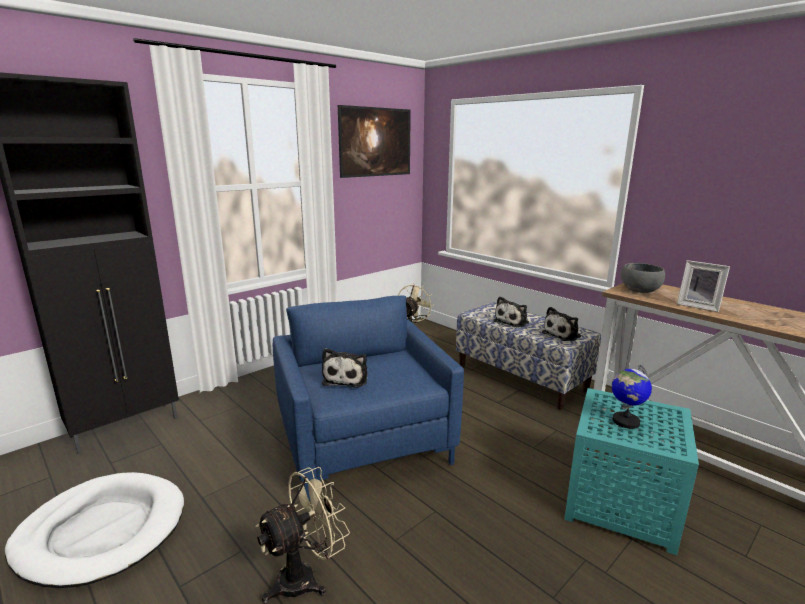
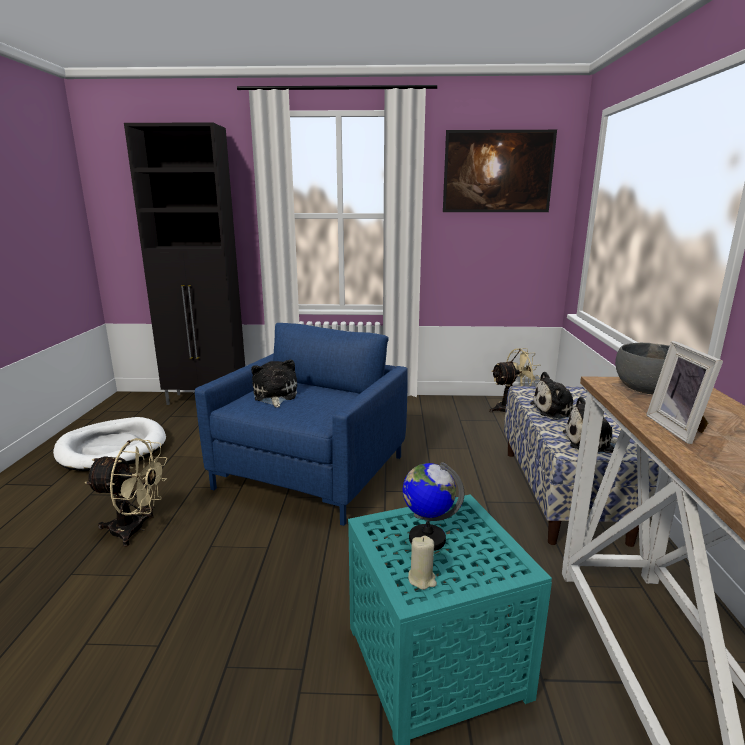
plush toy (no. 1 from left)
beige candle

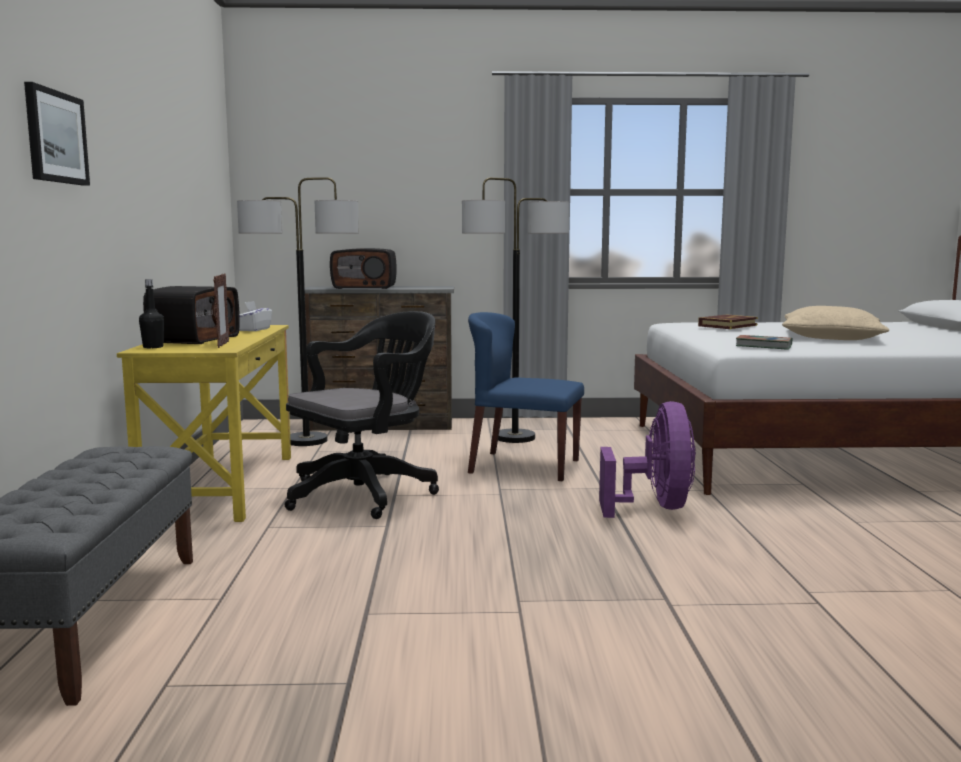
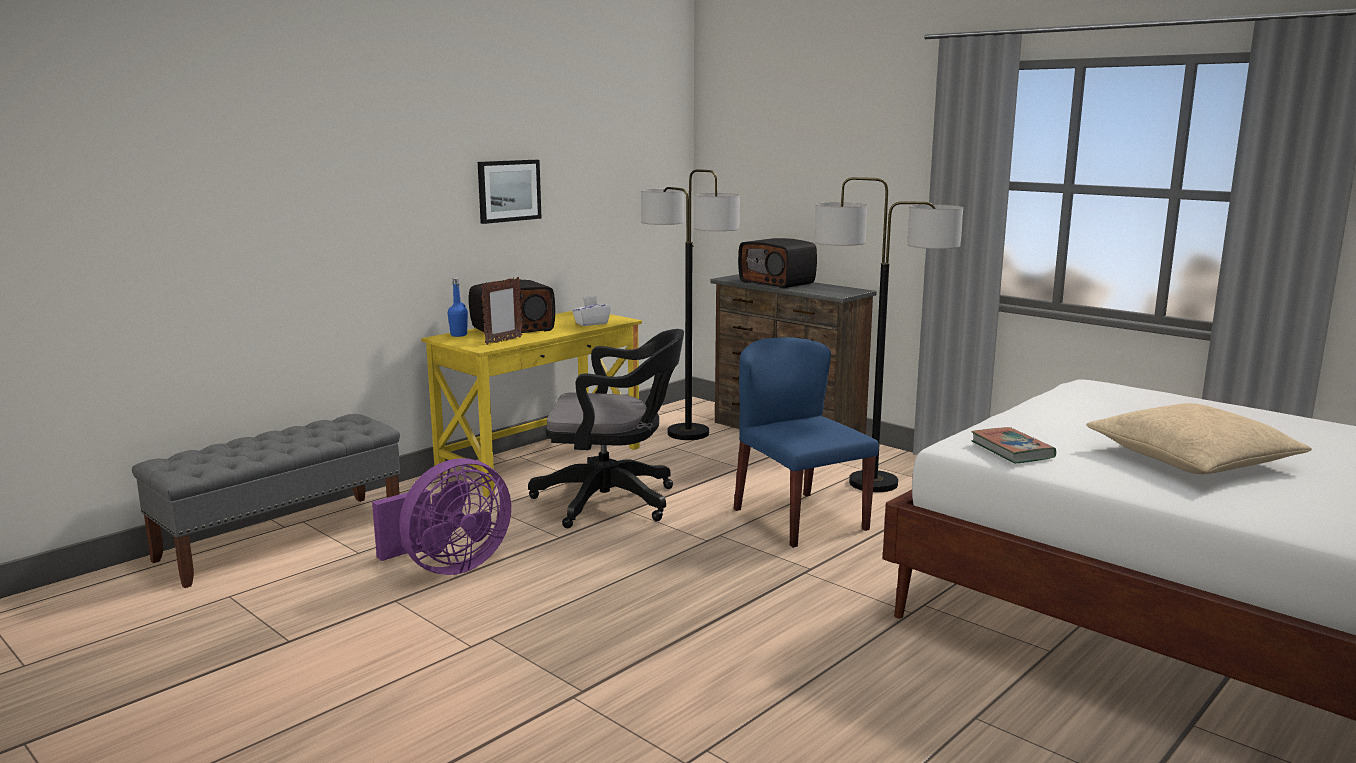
picture
blue bottle
book (no. 1 from left in the first image)
purple fan

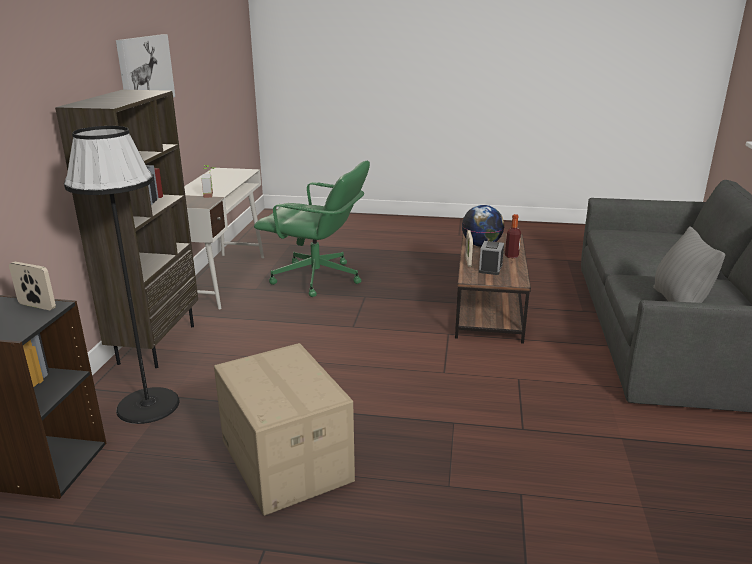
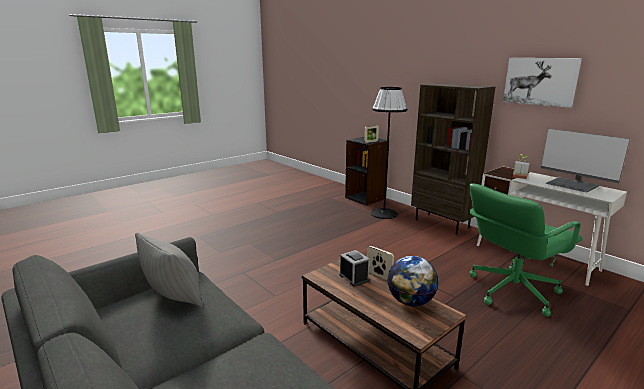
bottle
cardboard box
monitor

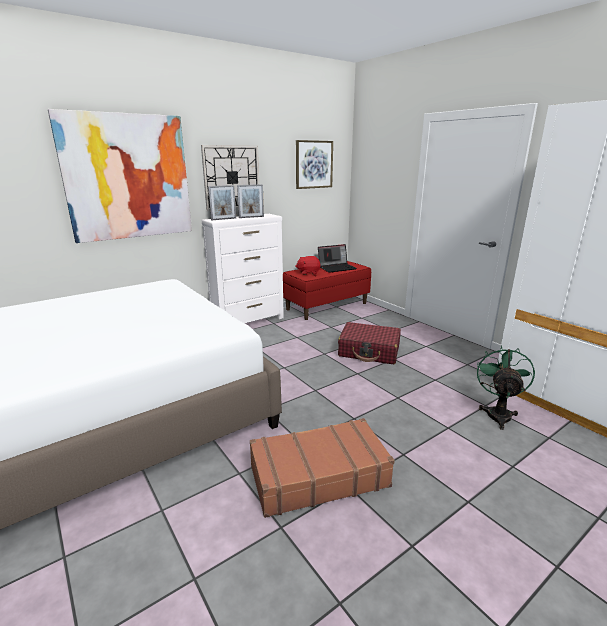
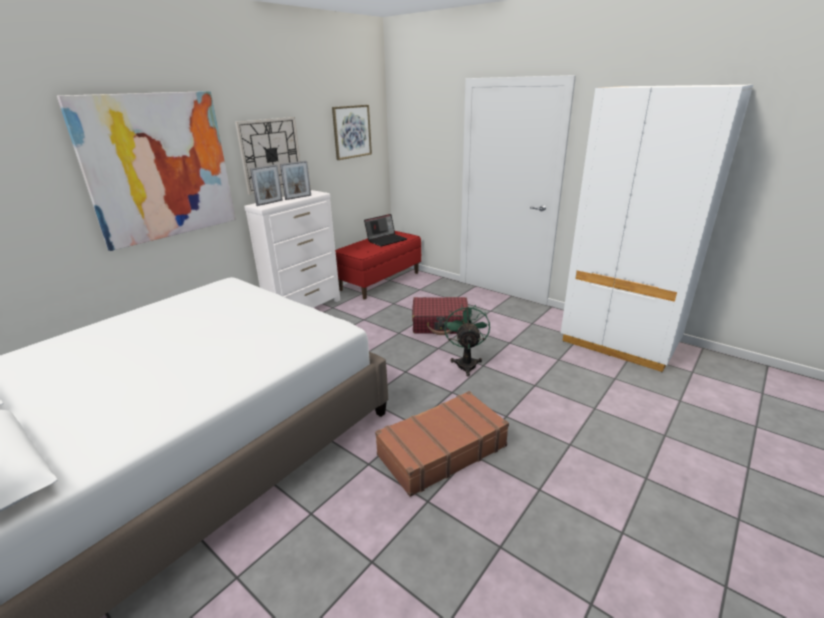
red plush toy
green fan

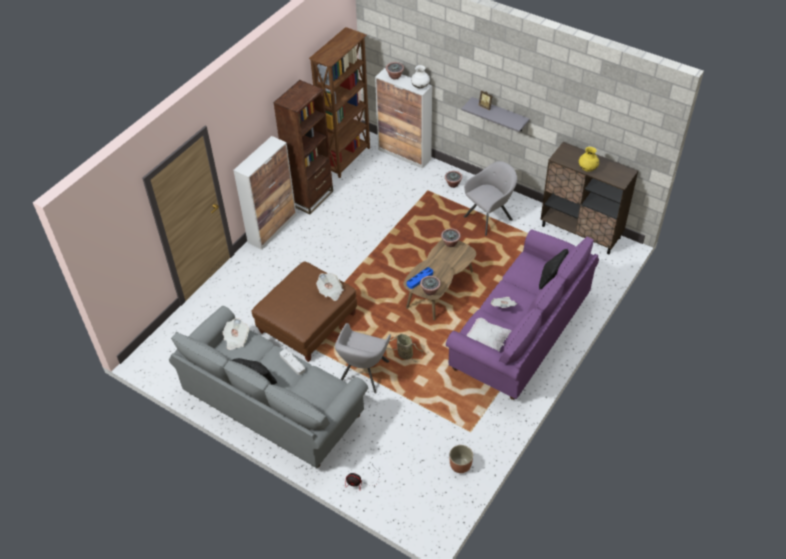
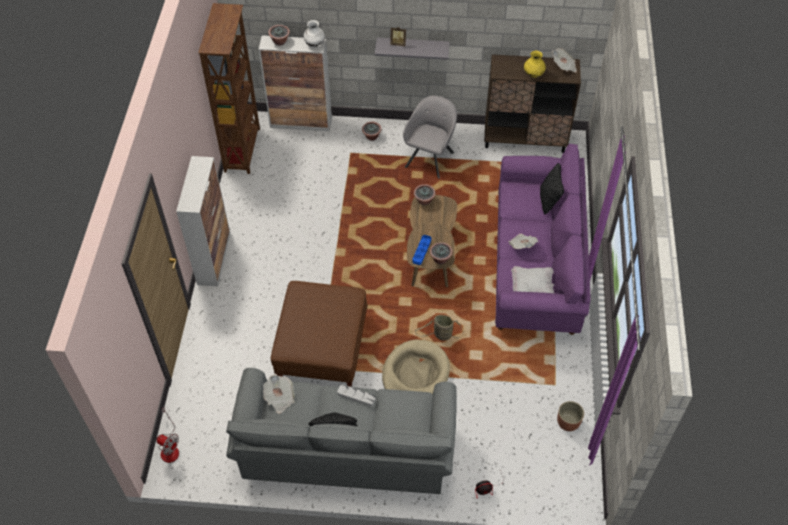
brown bookcase (no. 1 from left in the first image)
newspaper (no. 3 from left)
beige dog bed
fan (no. 1 from left)

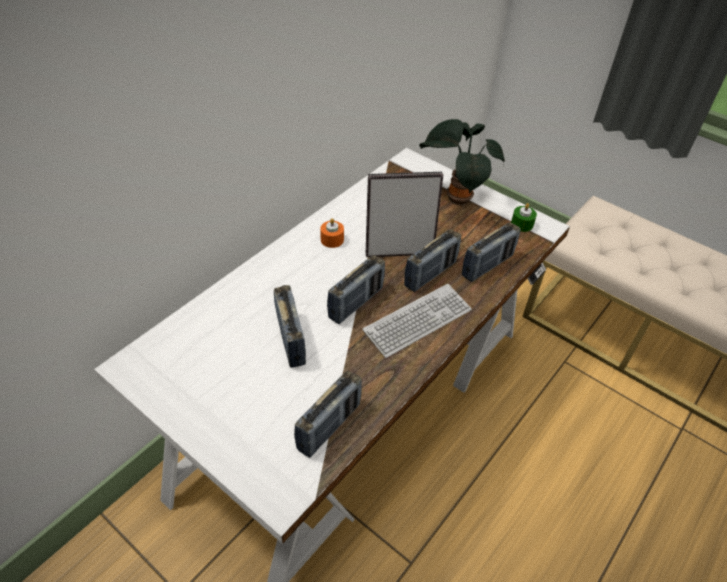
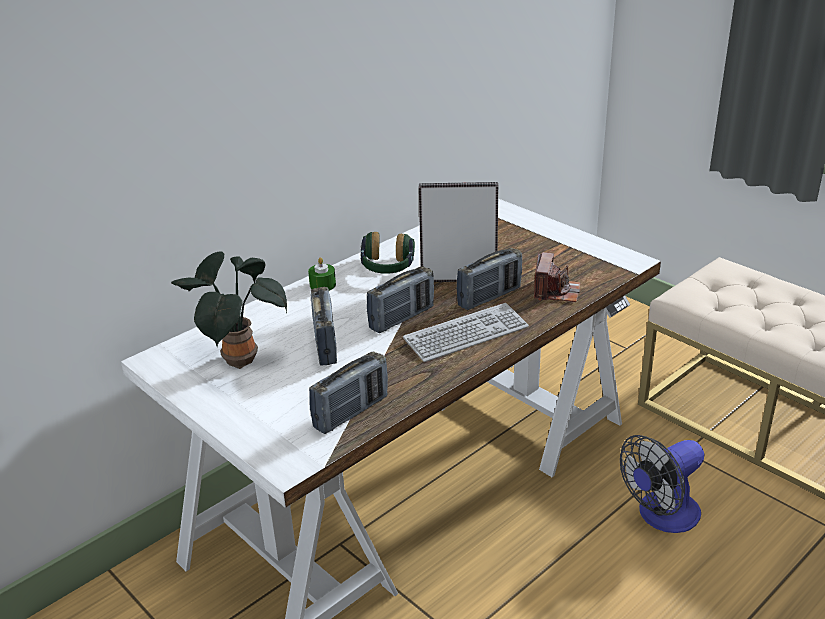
potted plant
green candle
headphones
photo camera
fan

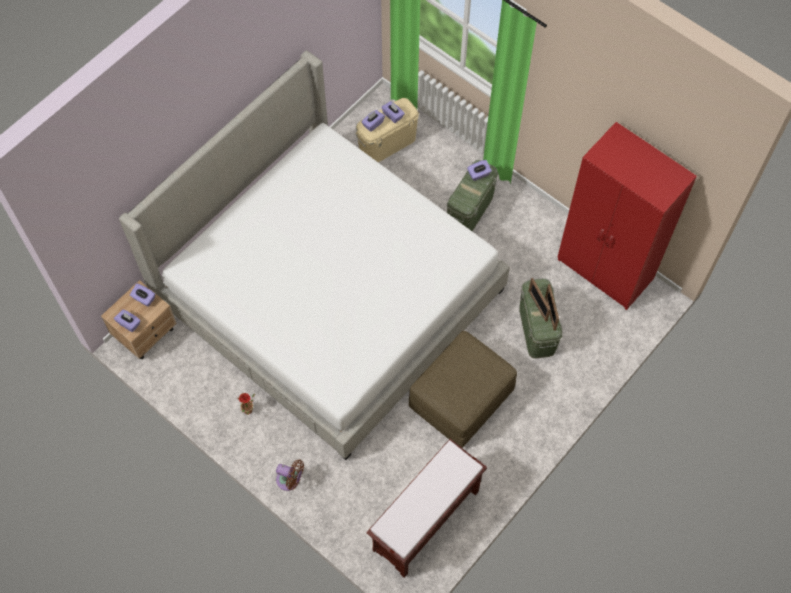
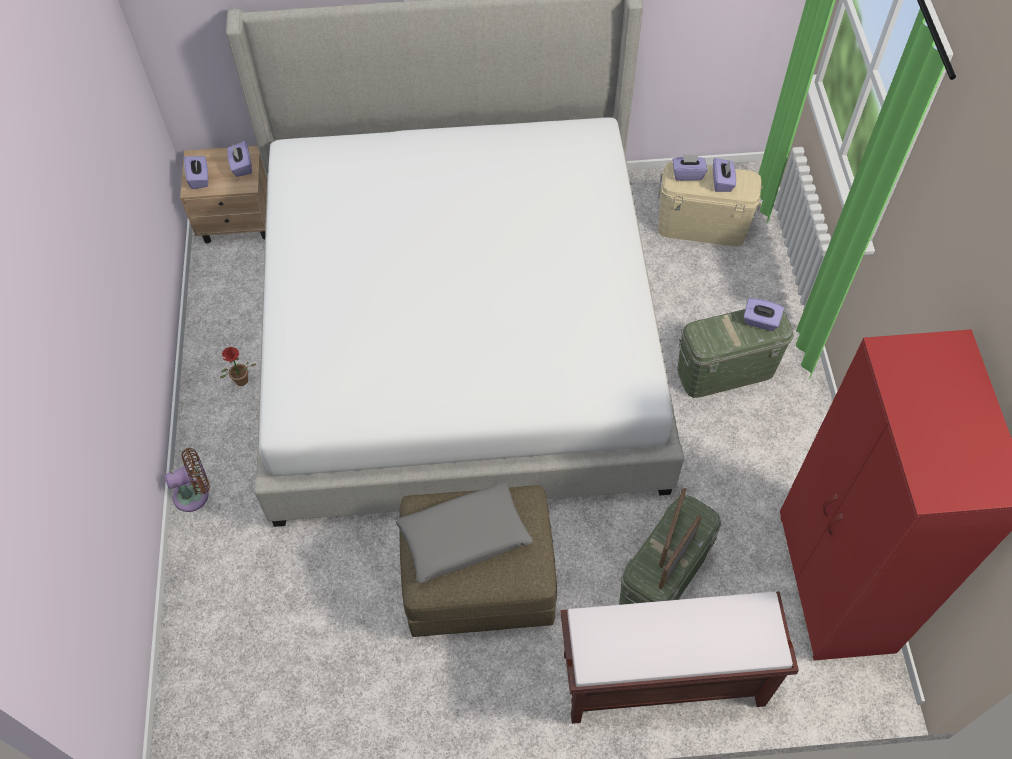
brown bench
brown fan
grey pillow

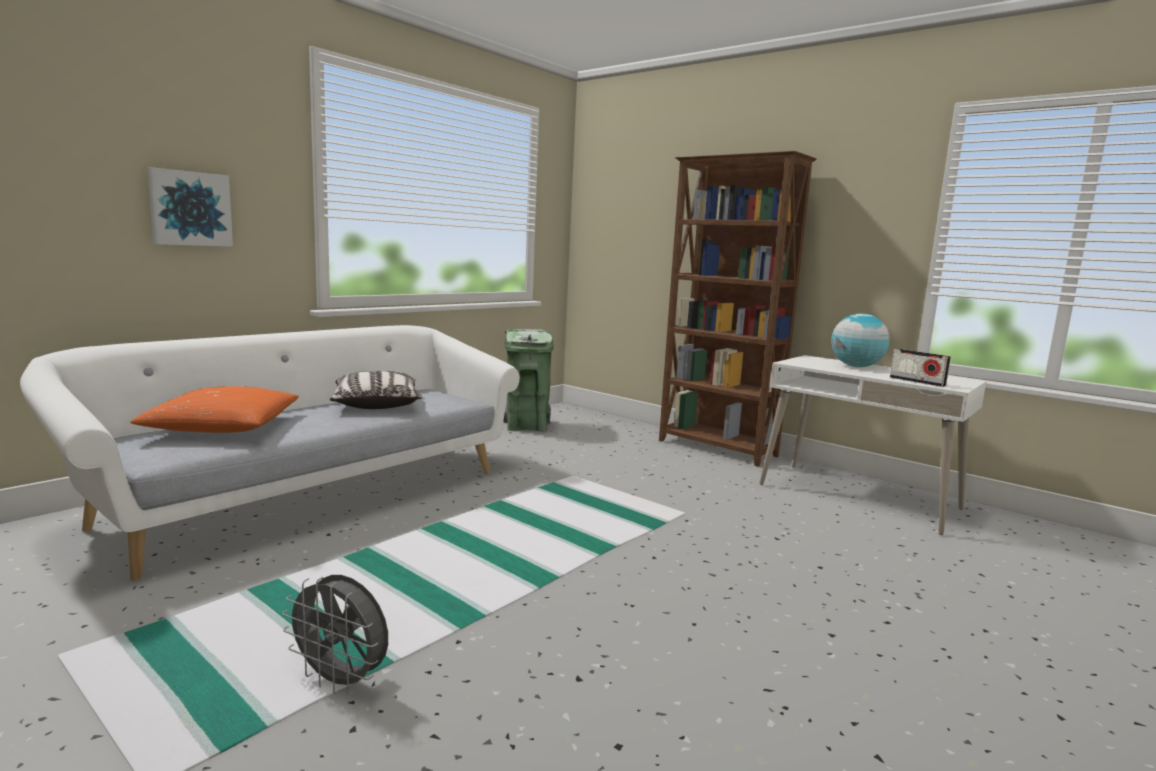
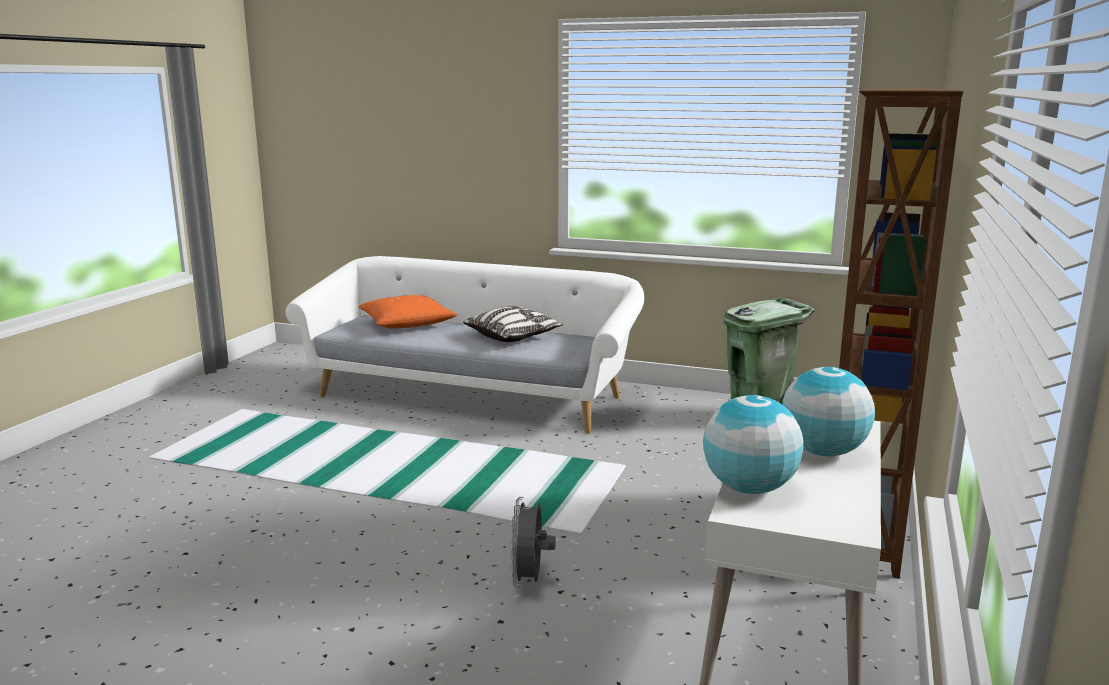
picture
globe (no. 1 from left)
grey fan

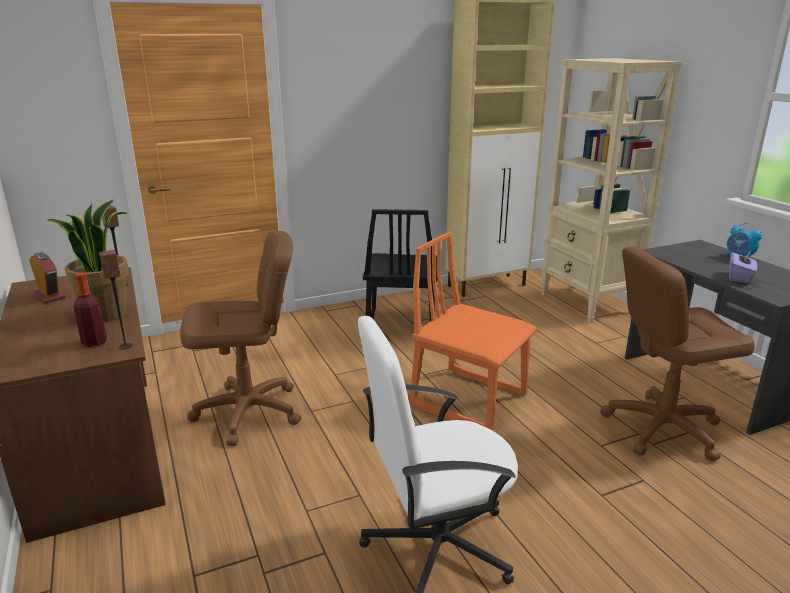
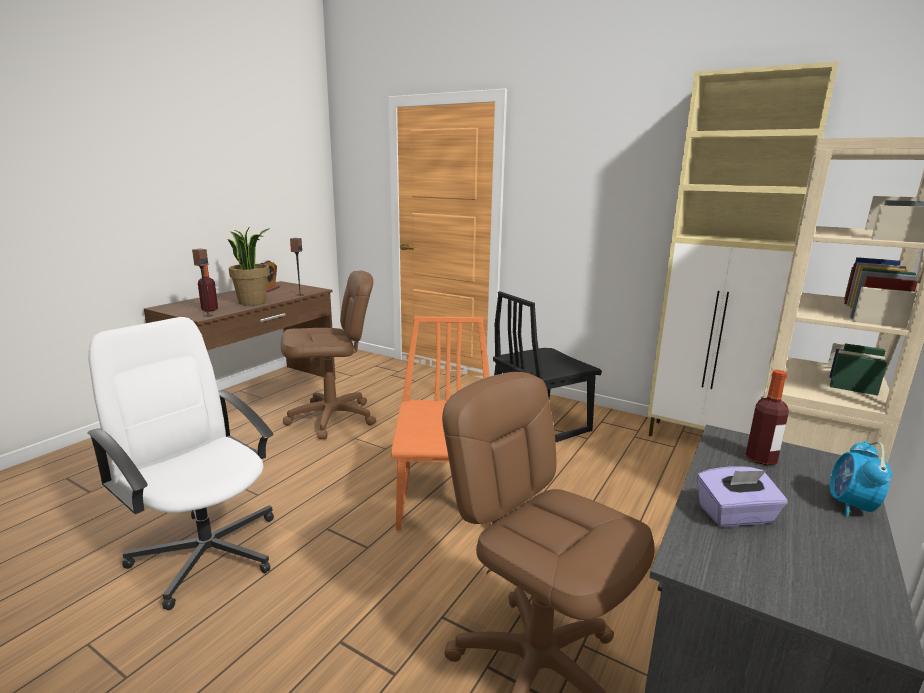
brown office chair (no. 1 from left)
bottle (no. 2 from left)

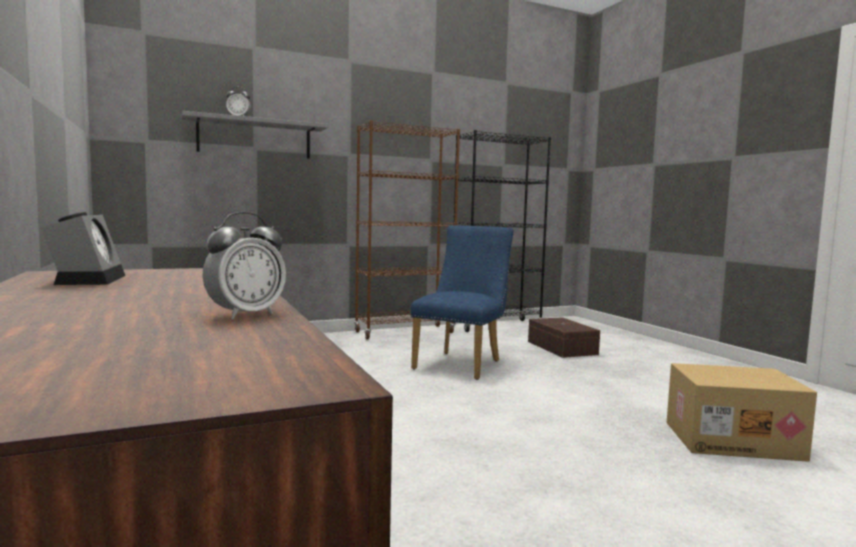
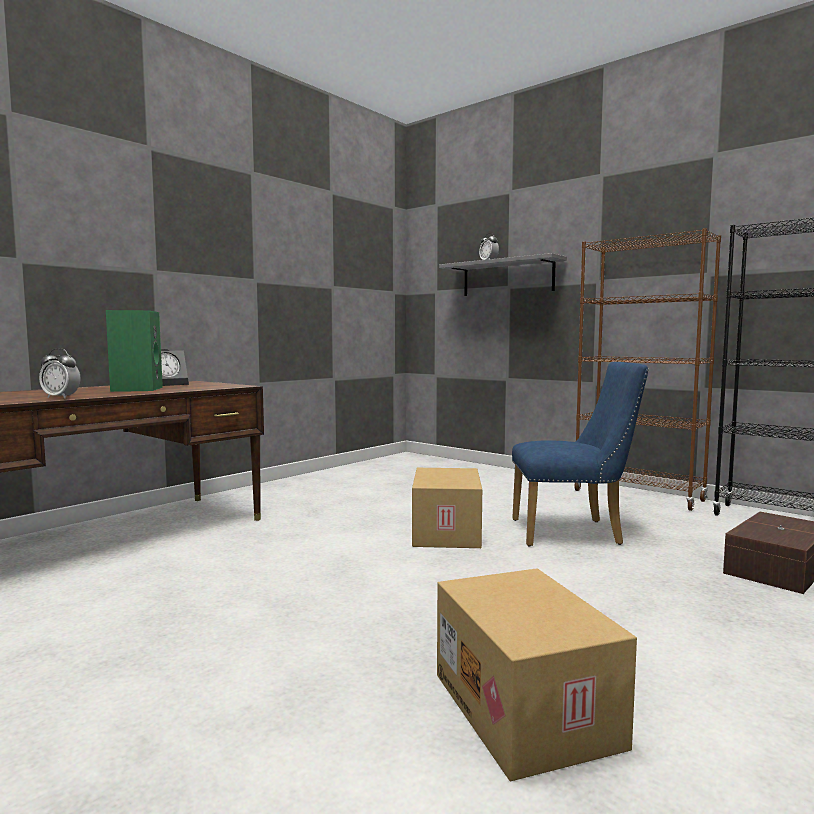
green speaker
cardboard box (no. 1 from left)

